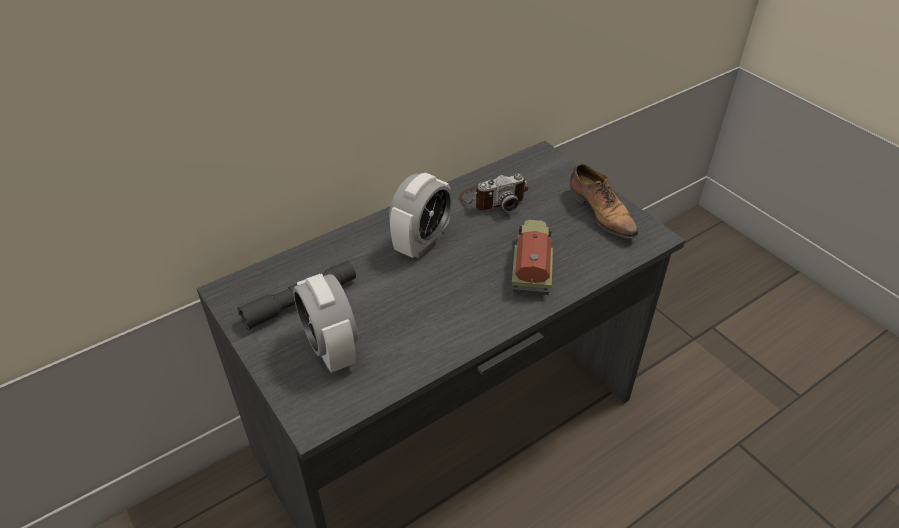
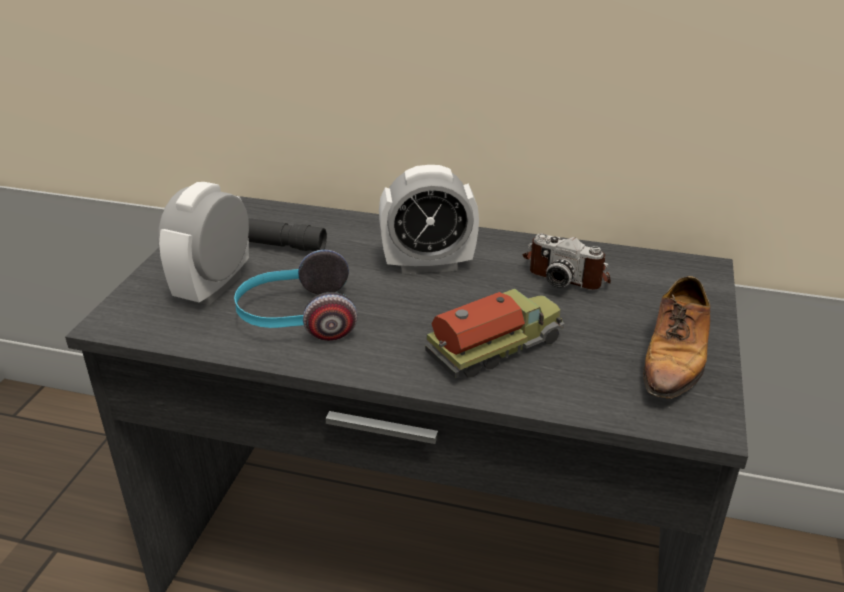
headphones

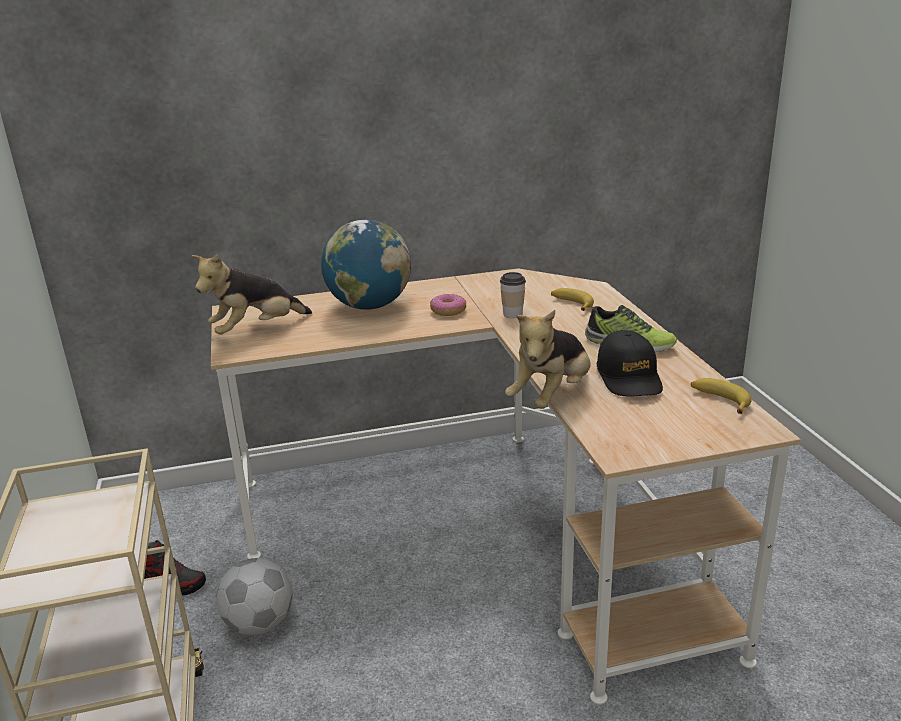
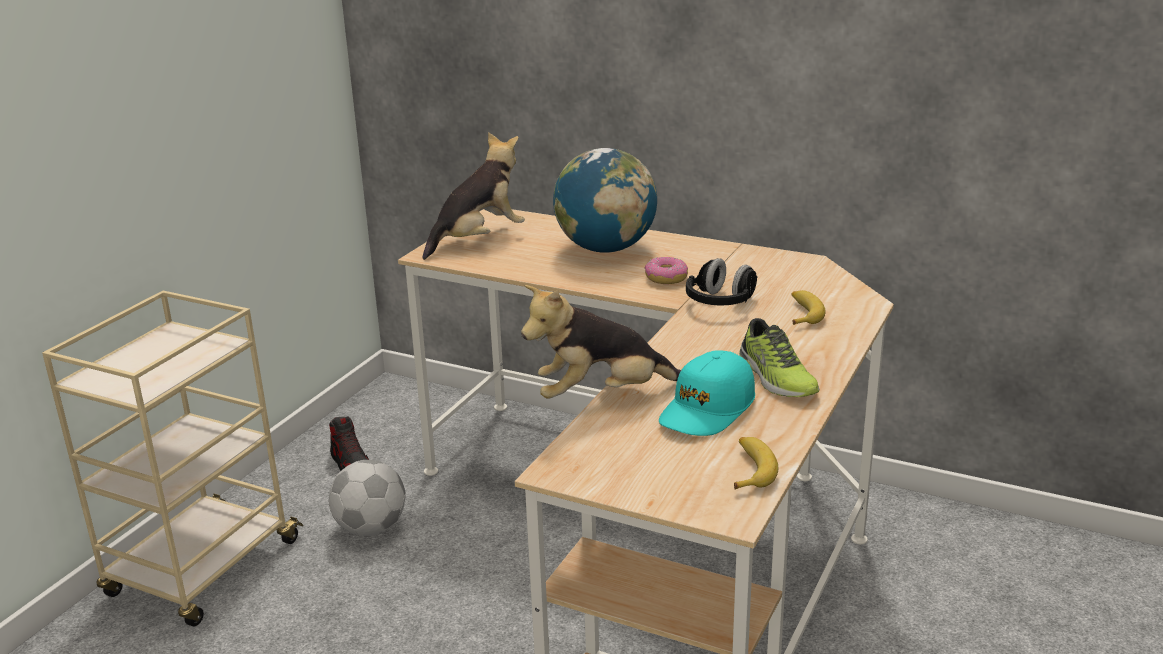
plush toy (no. 1 from left)
black headphones
turquoise cap

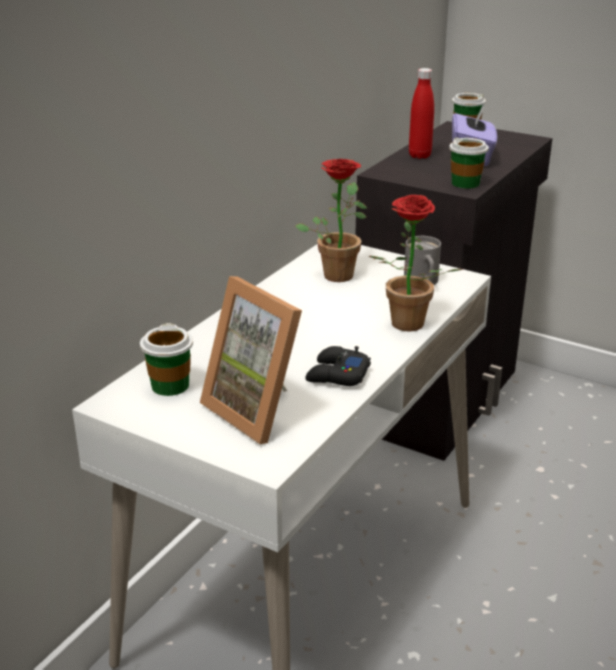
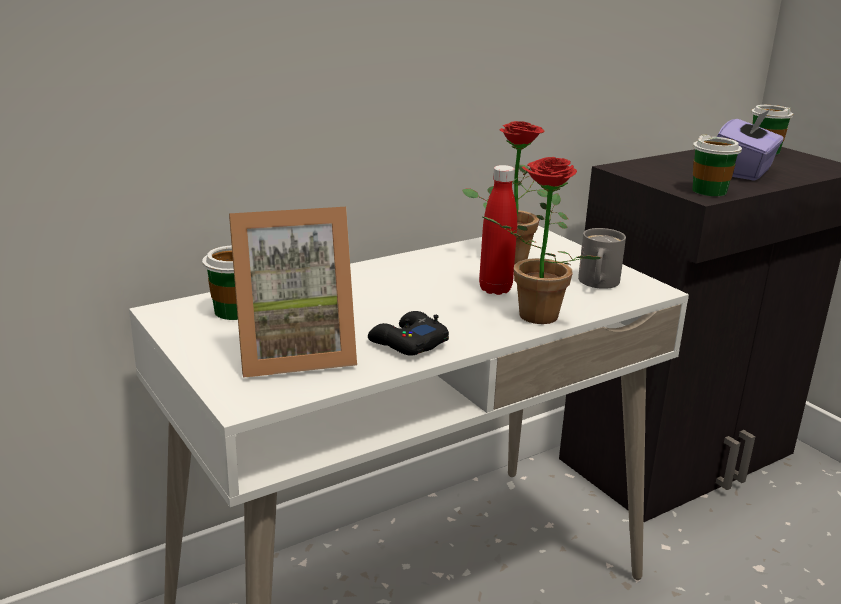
red bottle
picture frame

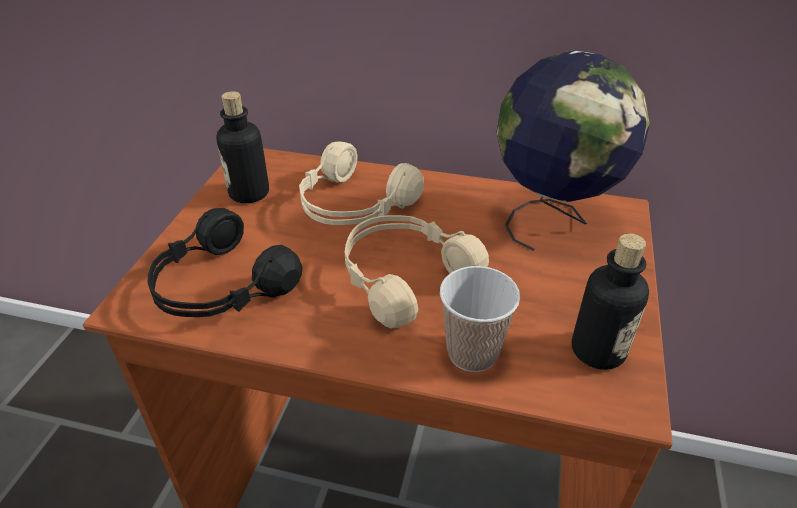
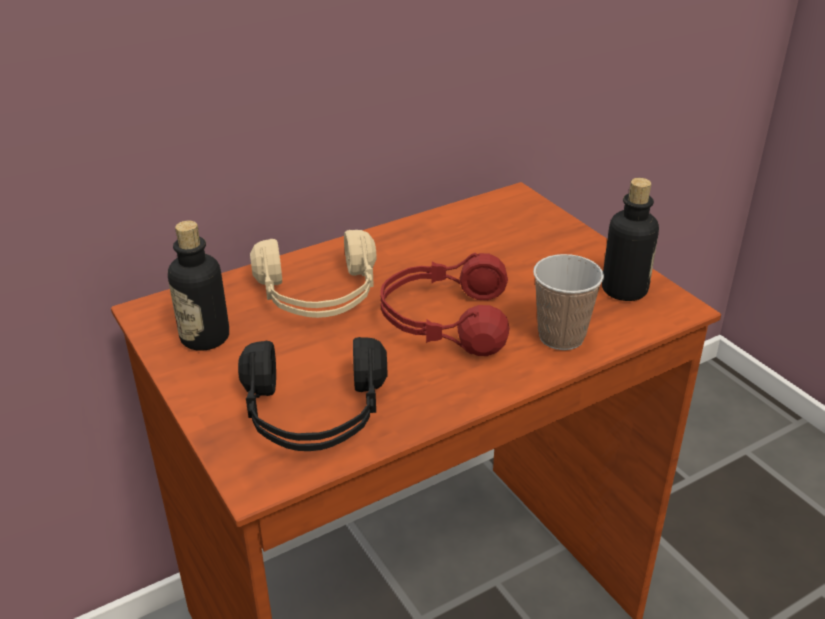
globe
red headphones

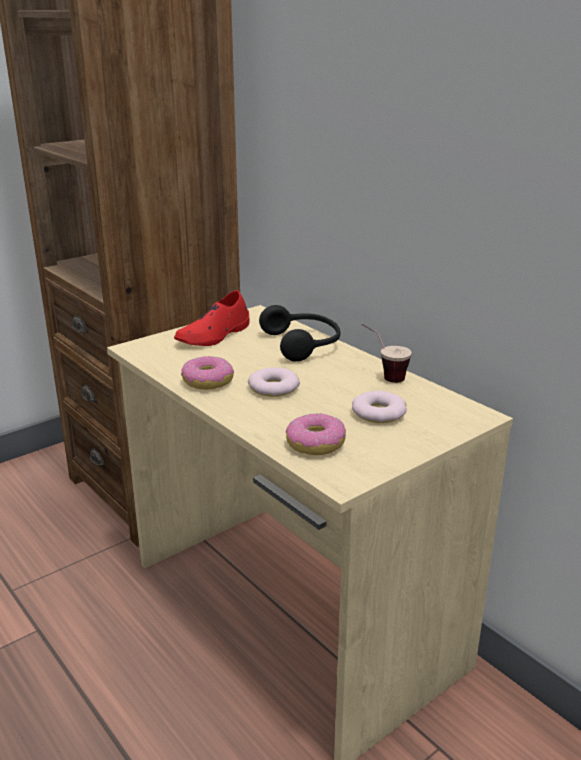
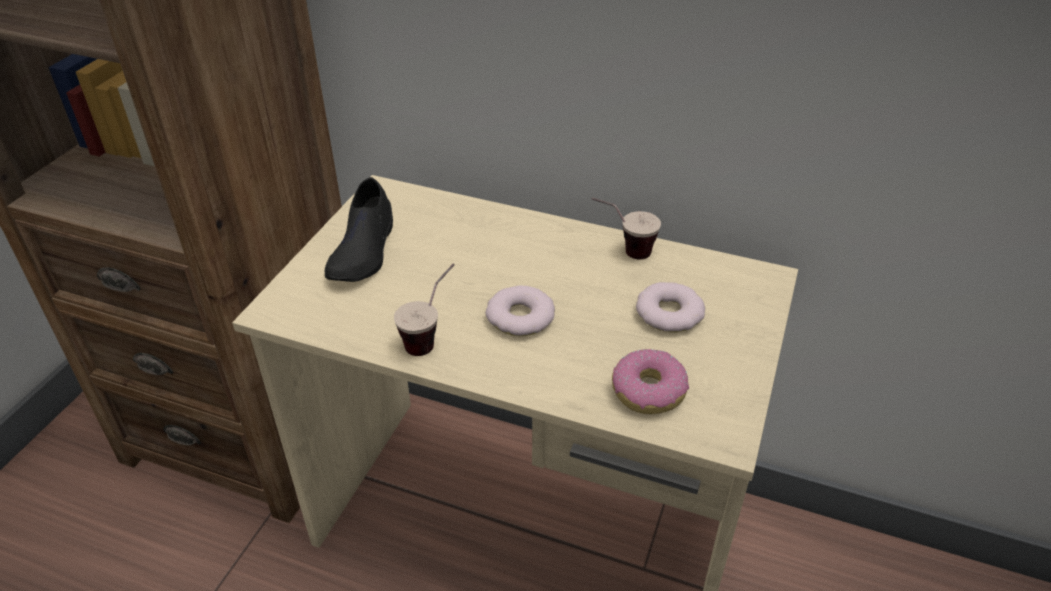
black shoe
black headphones
cup (no. 1 from left)

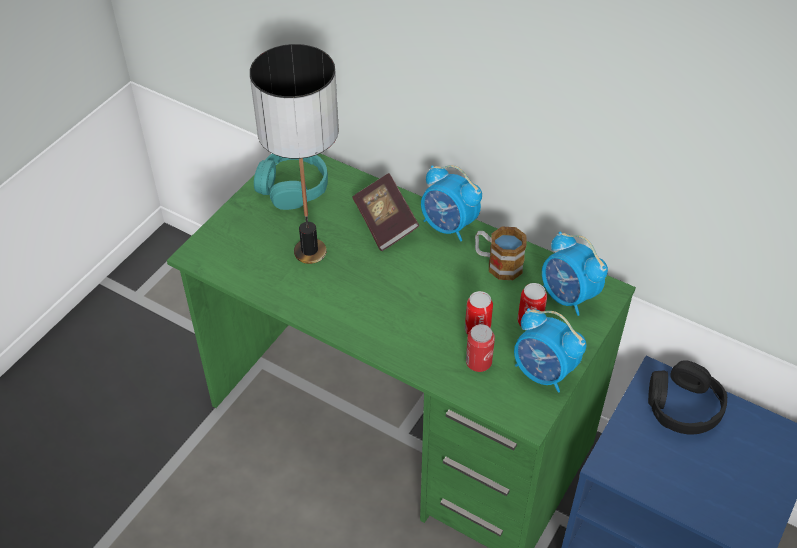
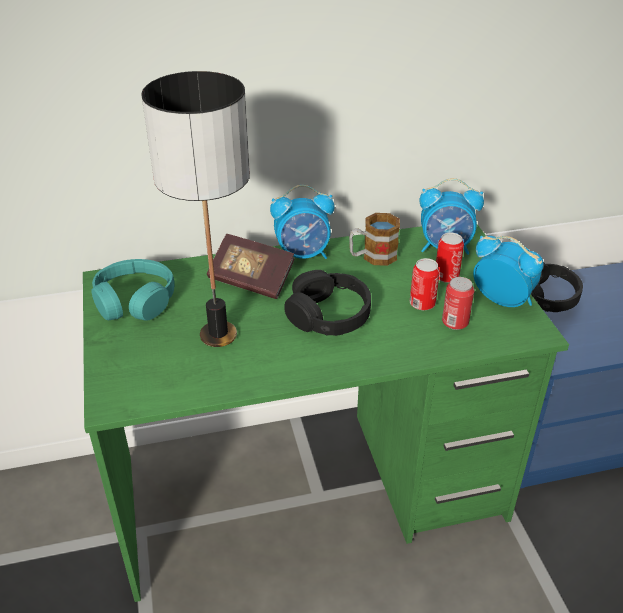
alarm clock (no. 3 from left)
black headphones (no. 1 from left)

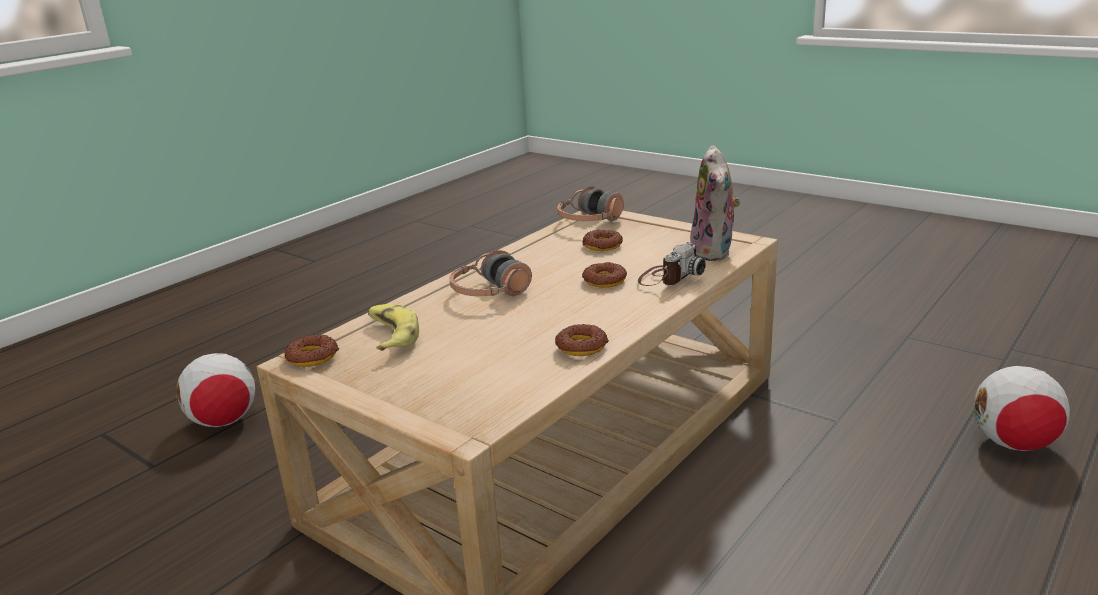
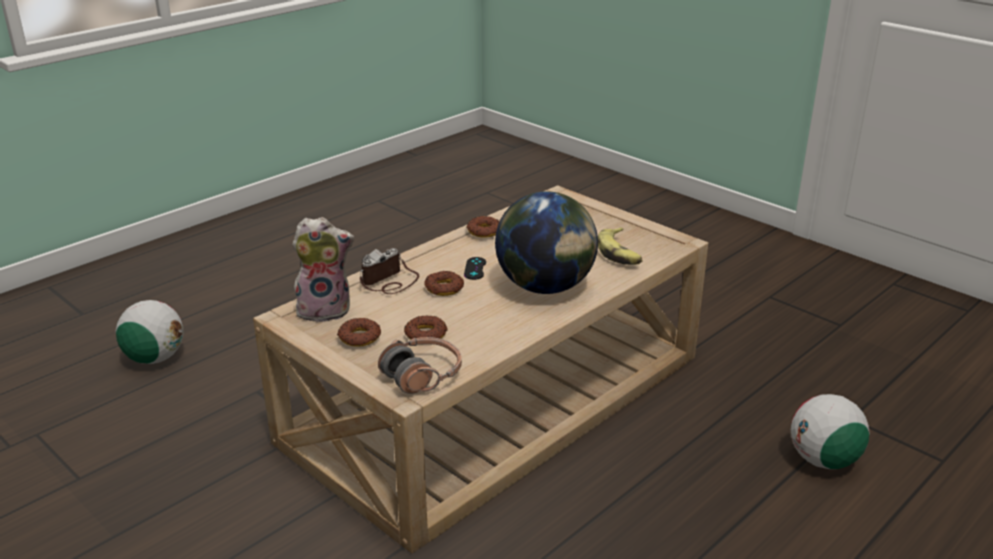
plush toy
globe
donut (no. 1 from left)
black game controller

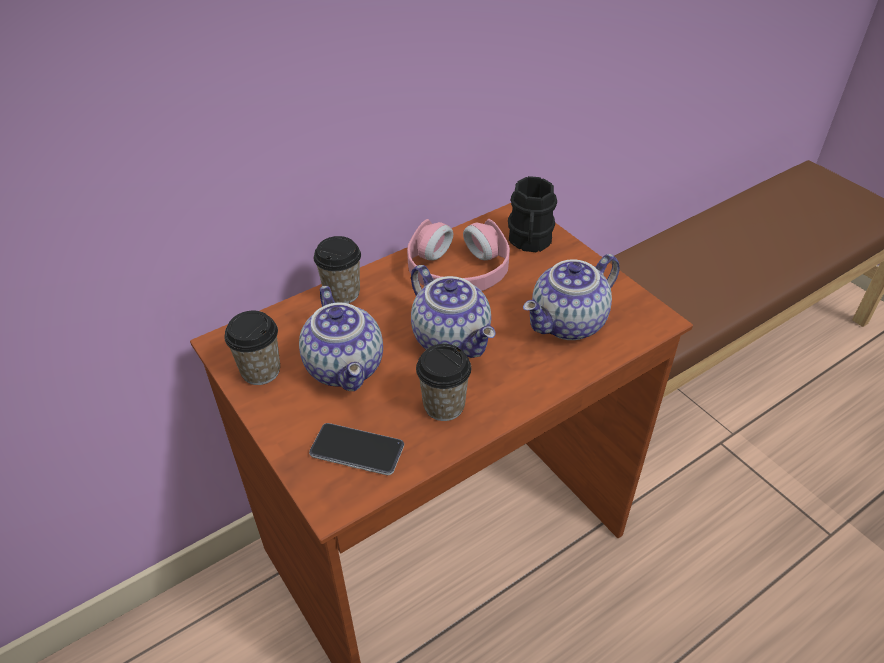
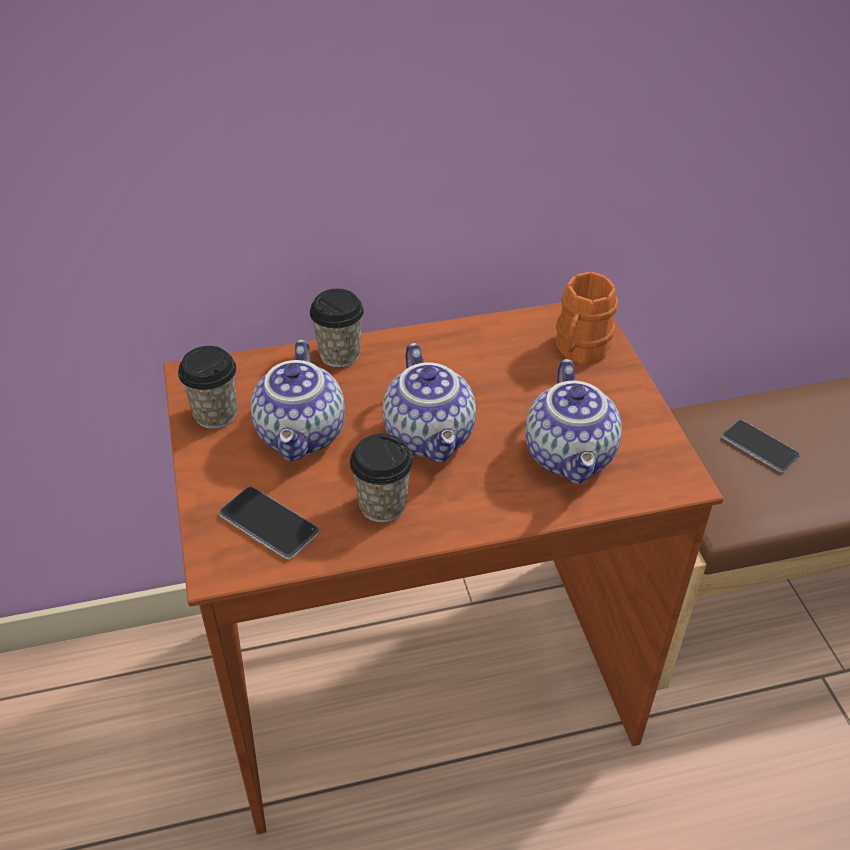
orange mug
pink headphones
teapot (no. 3 from left)
phone (no. 2 from left)

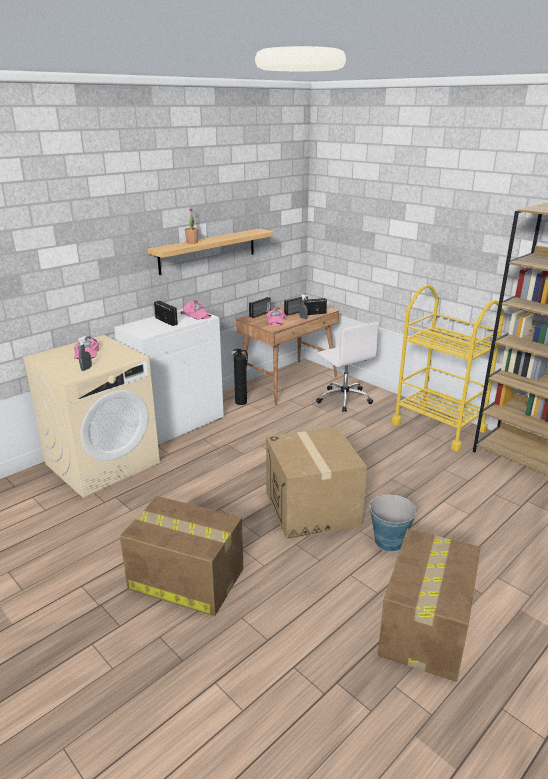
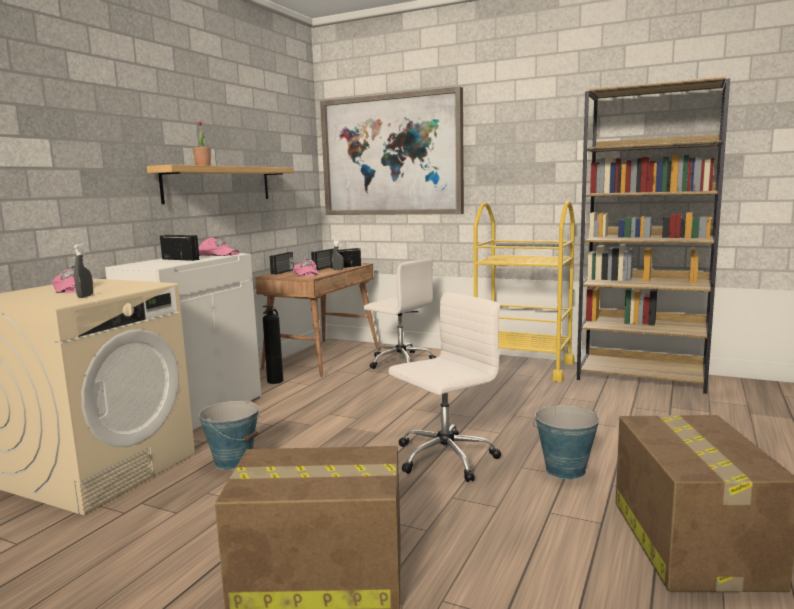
white office chair (no. 2 from left)
picture
bucket (no. 1 from left)

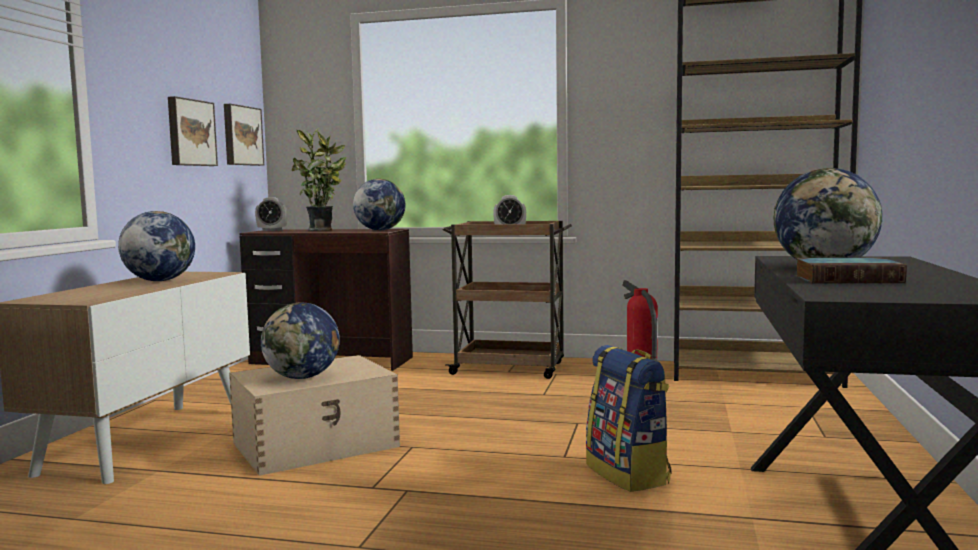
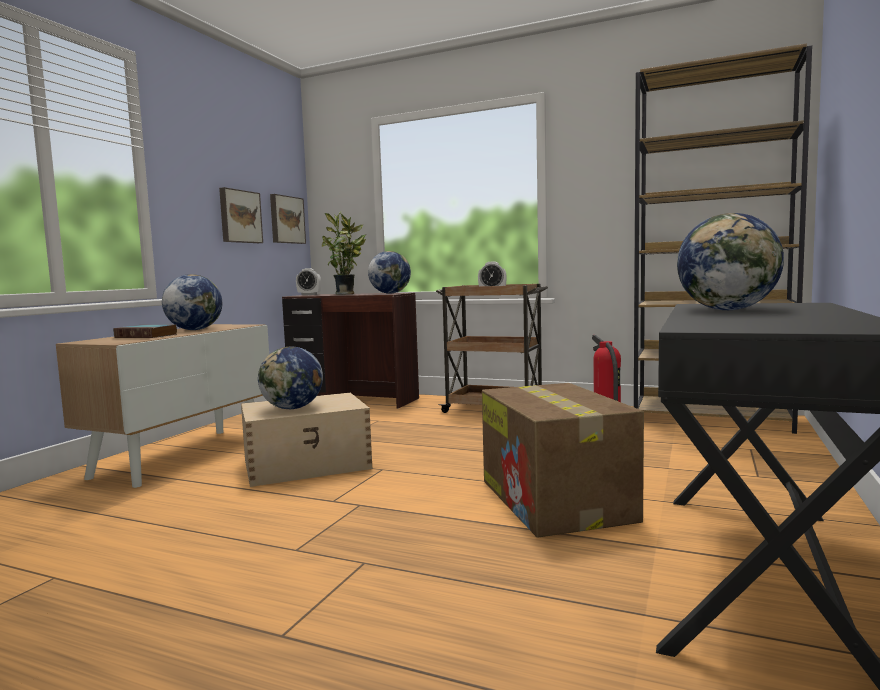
book
cardboard box

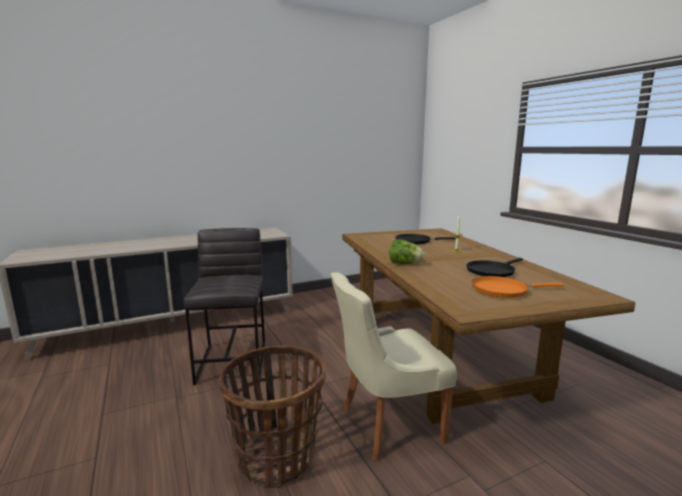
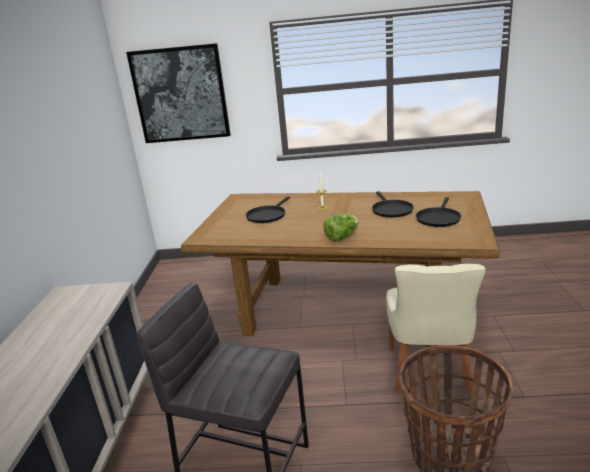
black frying pan (no. 3 from left)
picture

